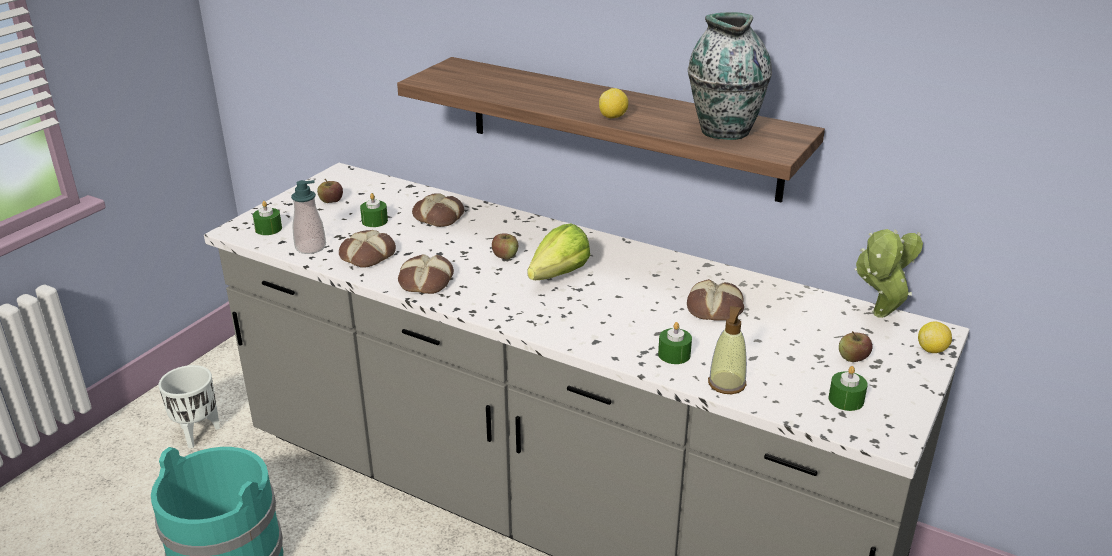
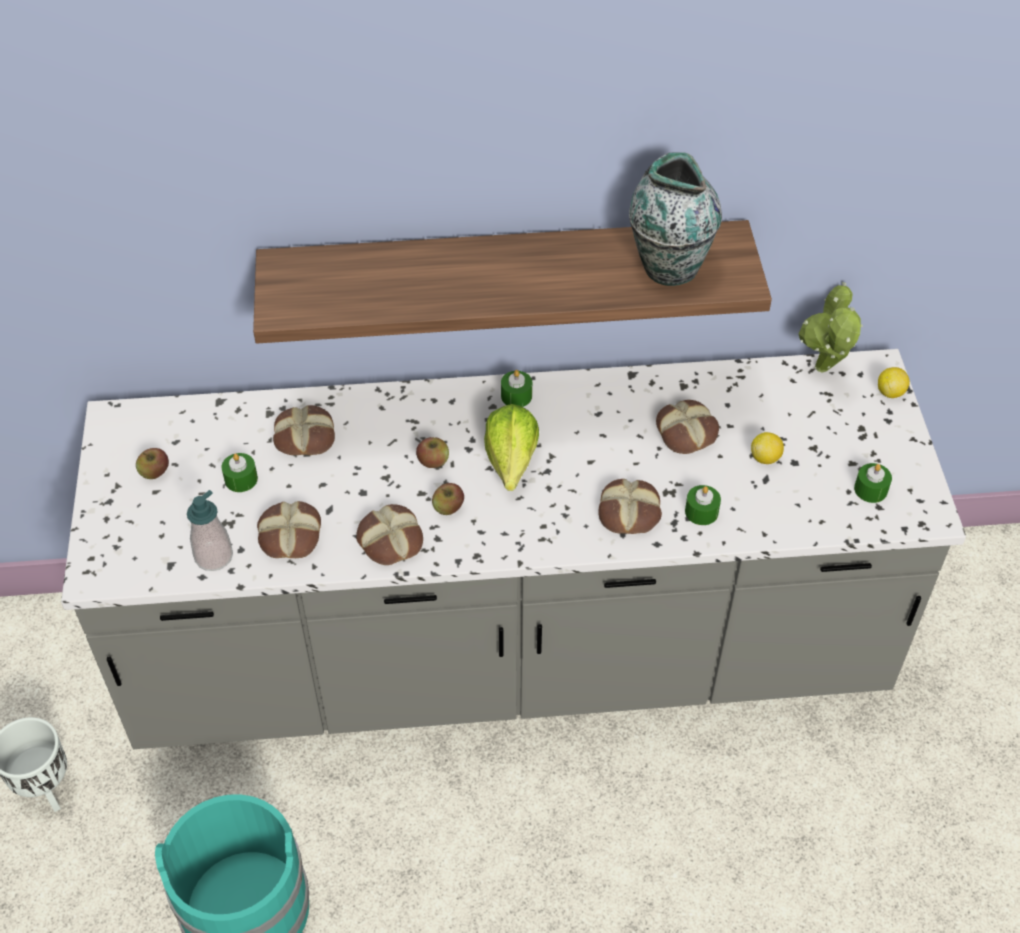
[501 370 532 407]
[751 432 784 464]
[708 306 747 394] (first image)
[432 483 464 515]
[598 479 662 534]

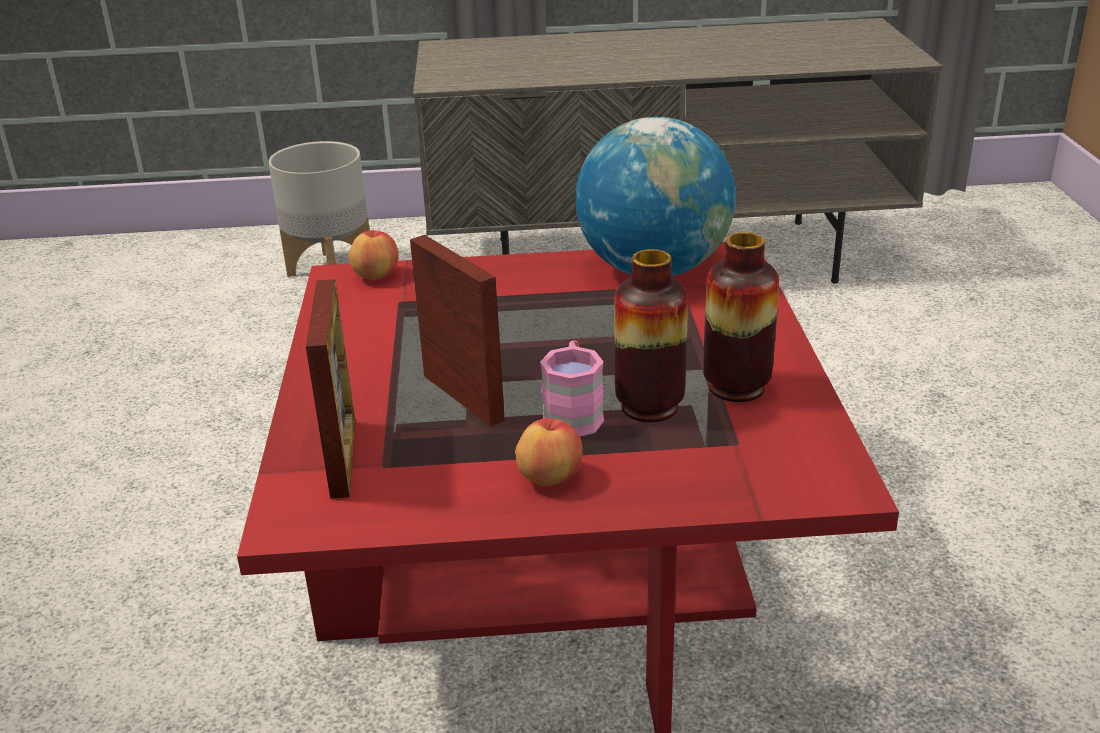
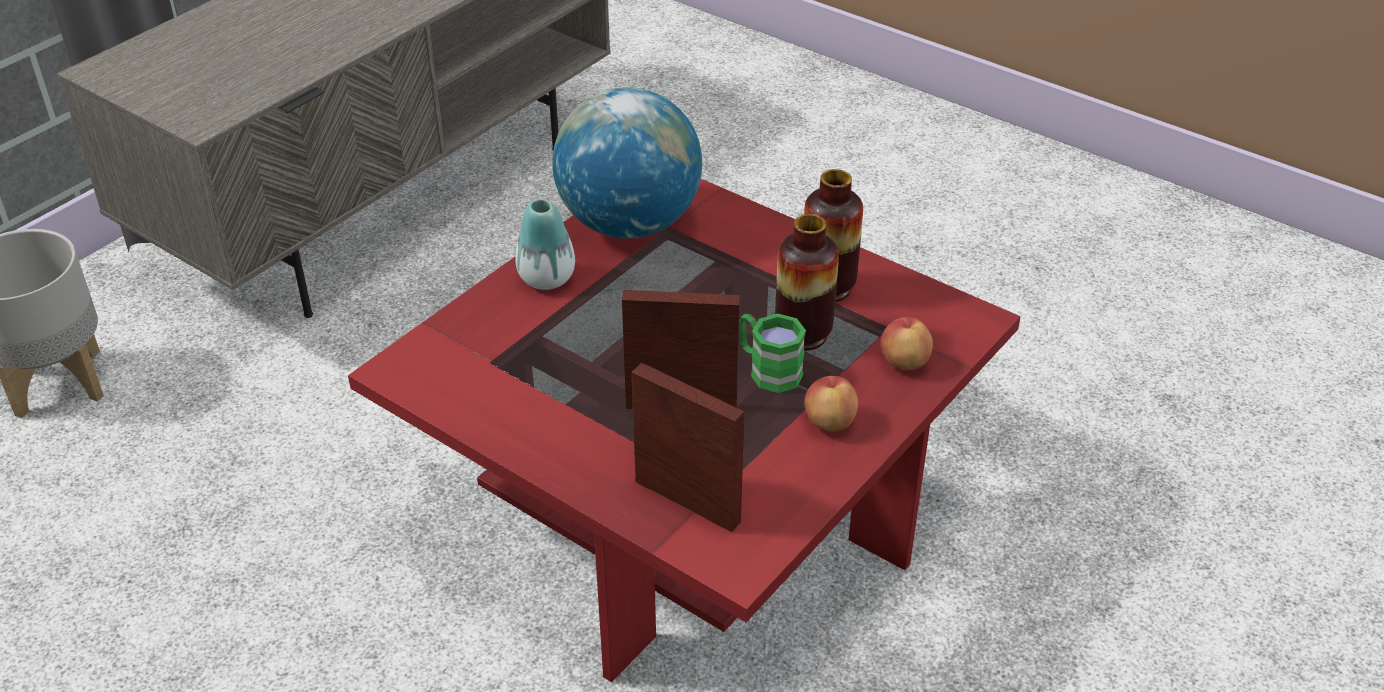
[881 317 933 370]
[740 314 806 393]
[515 199 575 290]

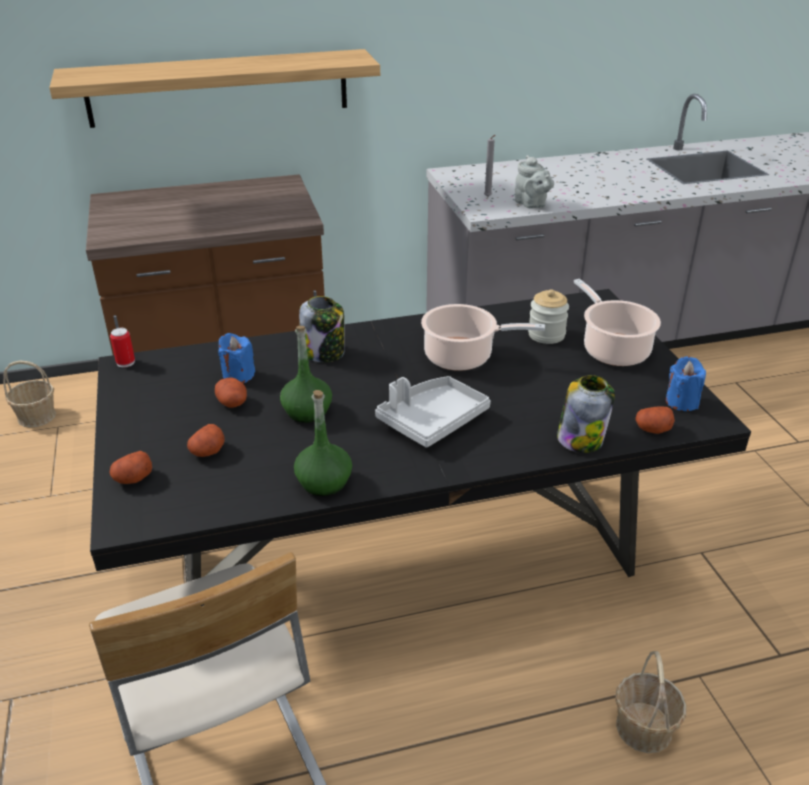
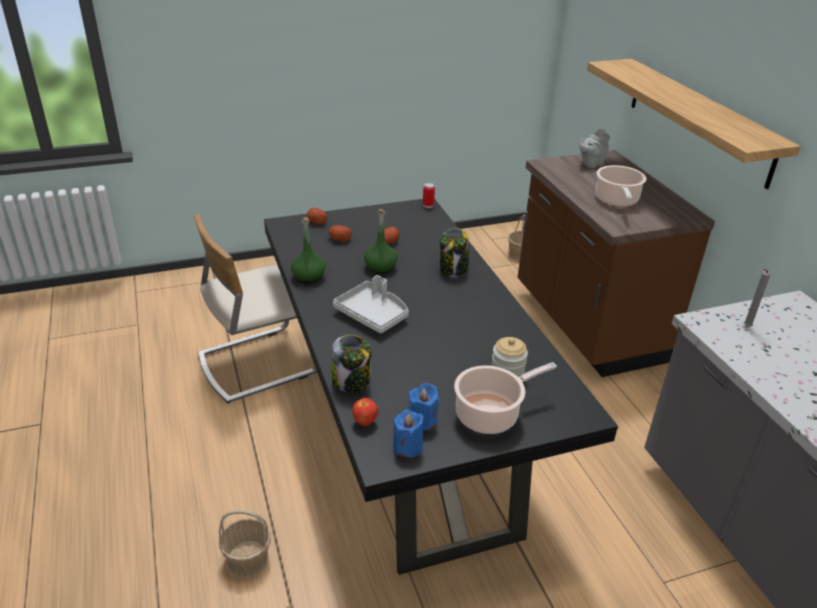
[409 383 439 431]
[595 165 647 207]
[579 129 610 168]
[353 398 378 426]

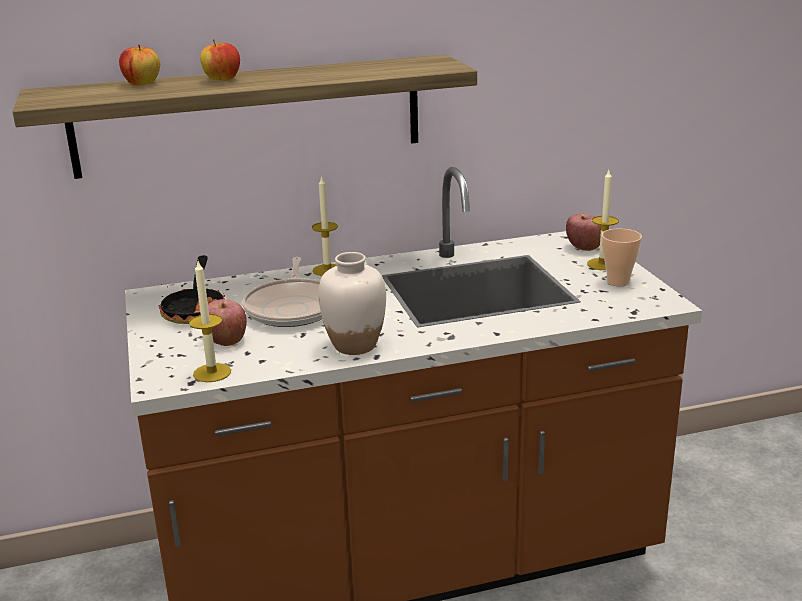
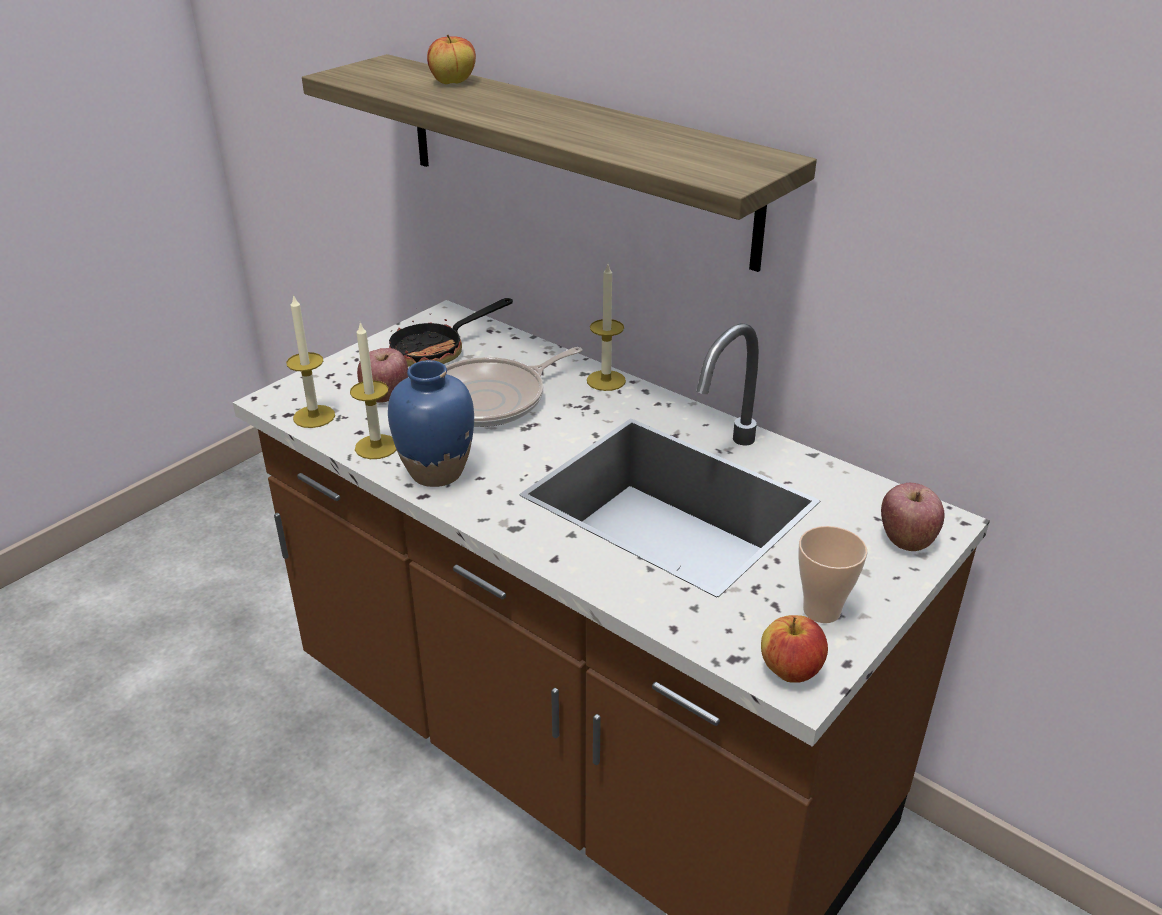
[761 615 828 683]
[388 360 474 487]
[350 322 396 459]

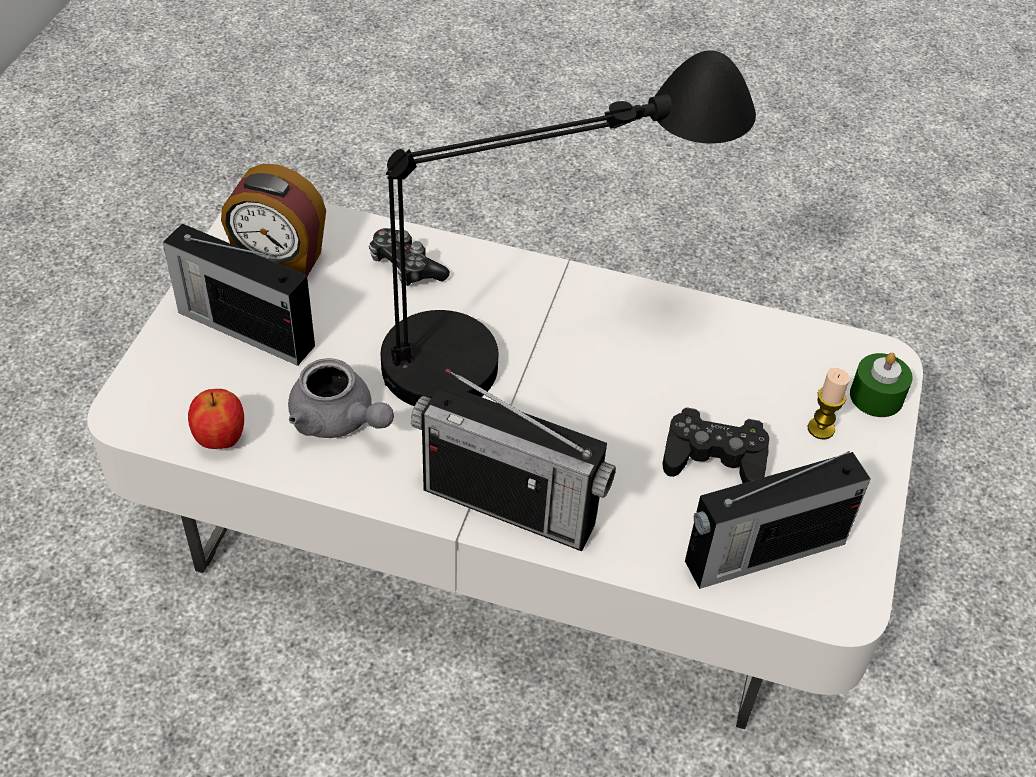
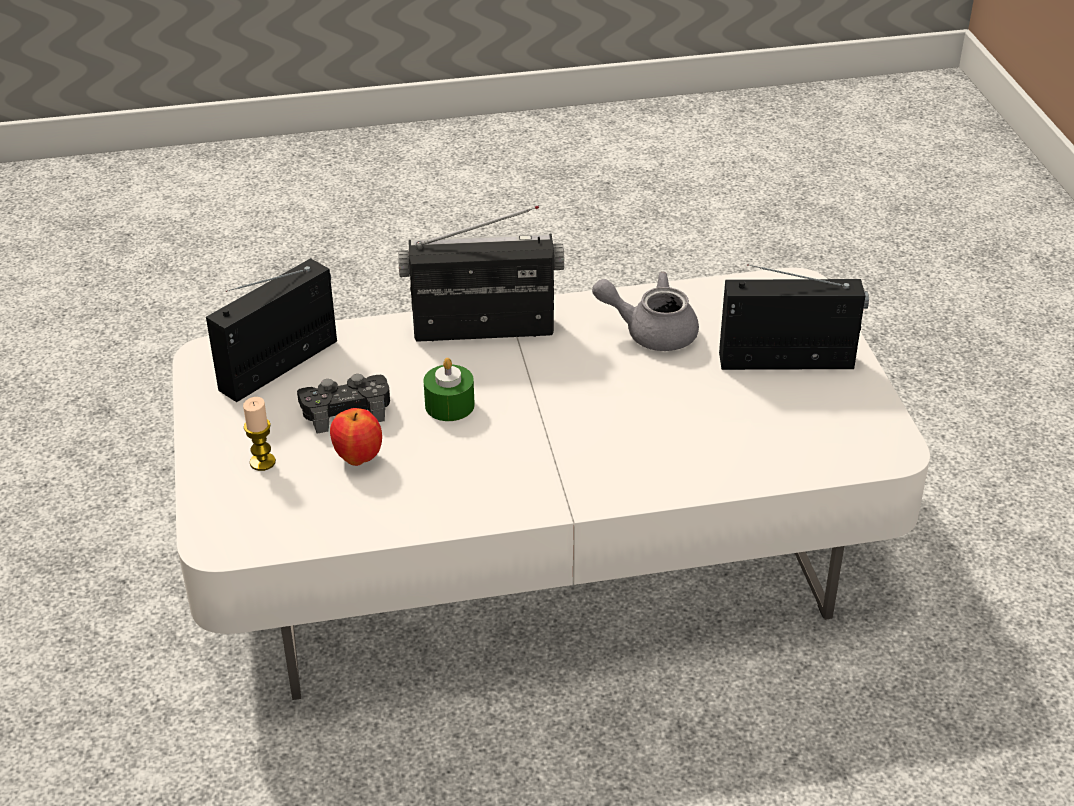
[330 408 382 466]
[221 164 326 276] (first image)
[369 228 450 286] (first image)
[381 50 756 406] (first image)
[423 358 475 421]

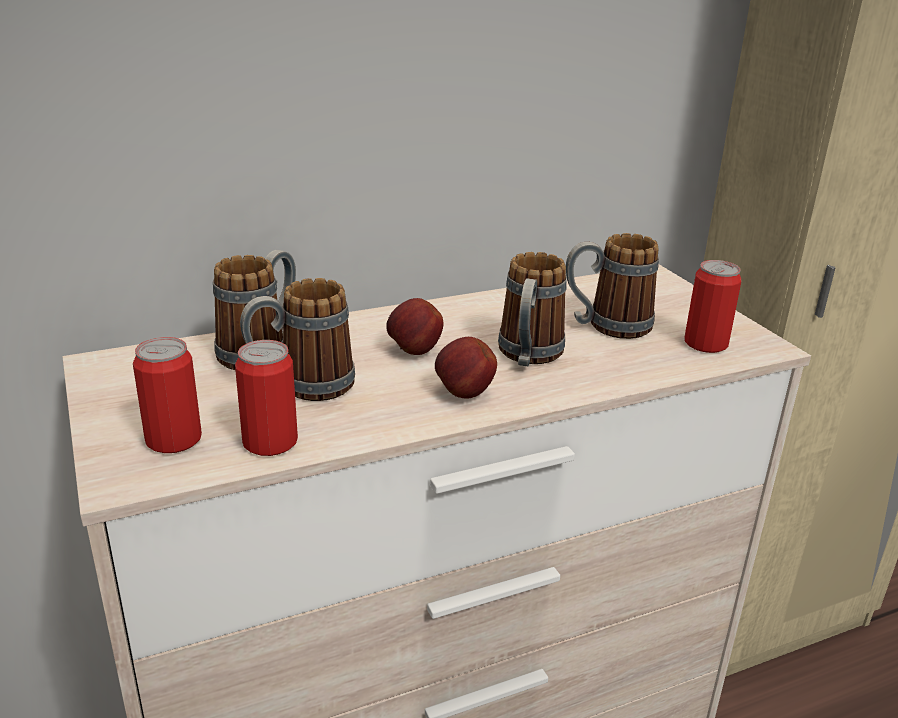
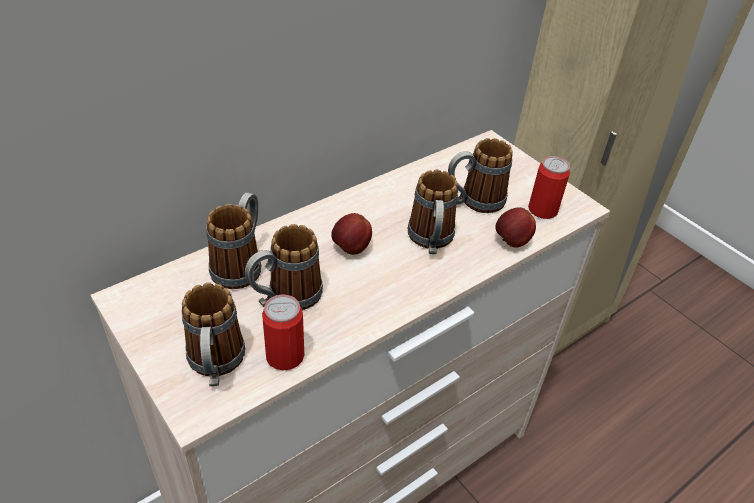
[181 283 245 386]
[495 207 536 247]

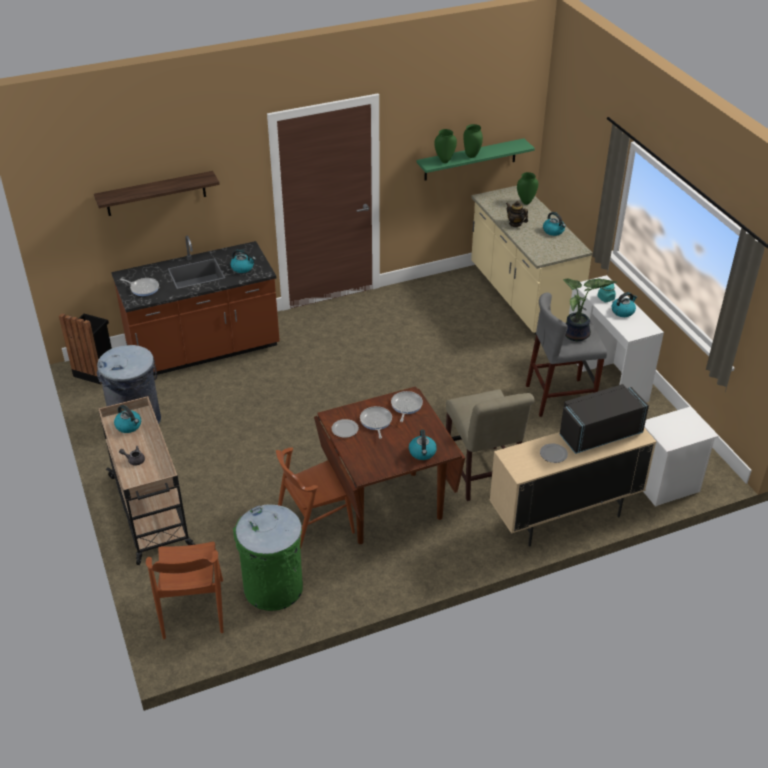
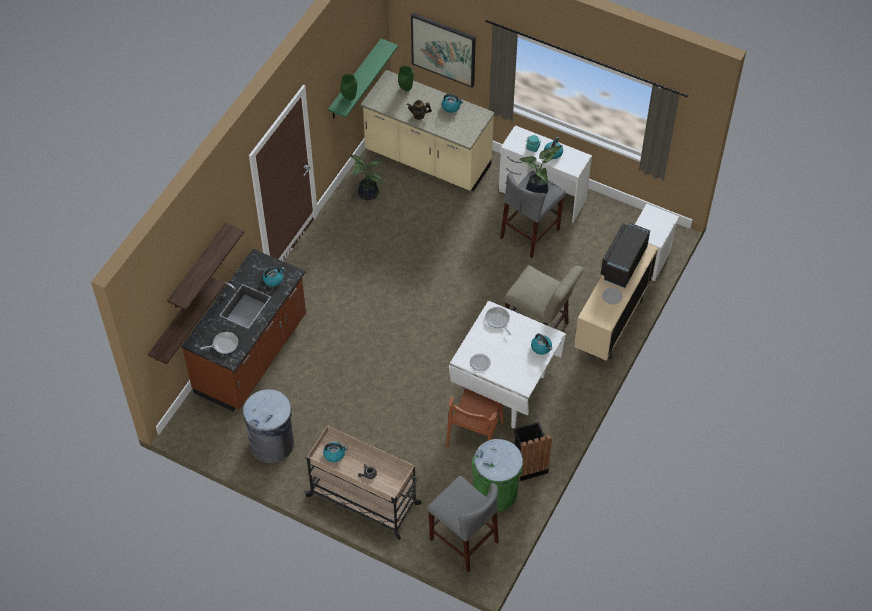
[514 422 552 481]
[427 476 499 572]
[449 301 566 428]
[360 406 392 439] (first image)
[463 124 483 158] (first image)
[148 277 225 364]
[350 155 385 200]
[411 13 476 88]

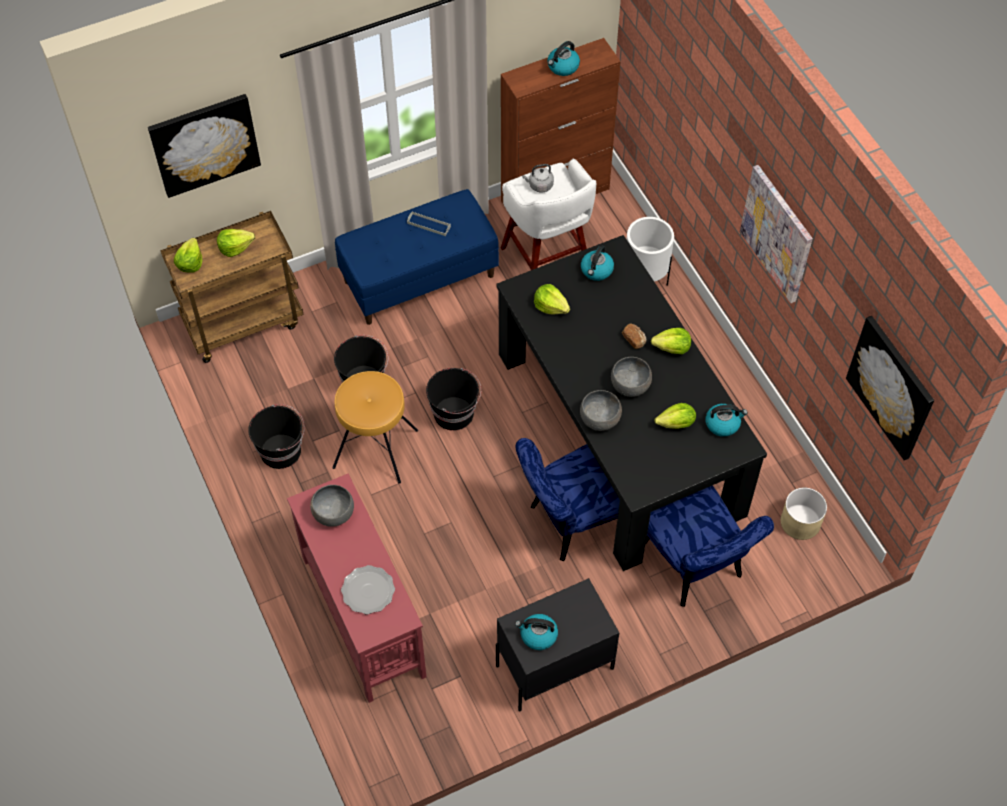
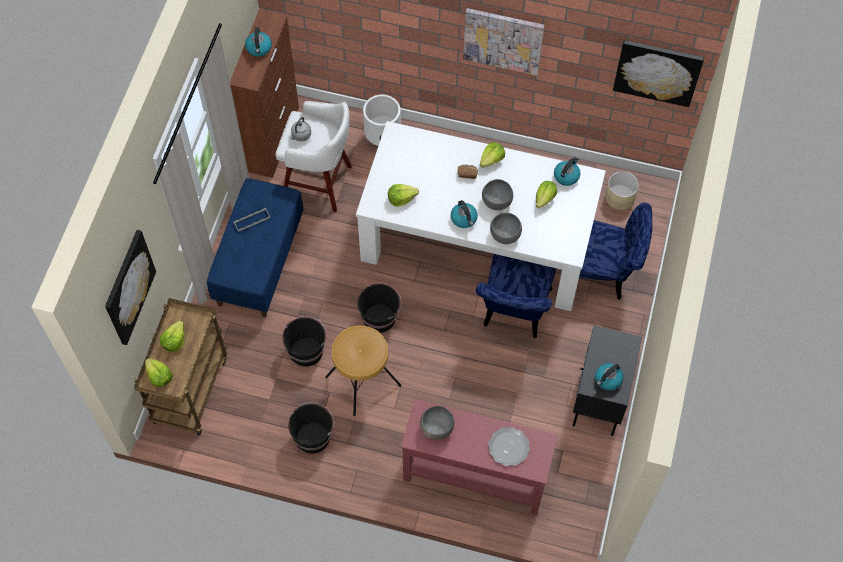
[356 121 606 311]
[451 200 478 228]

